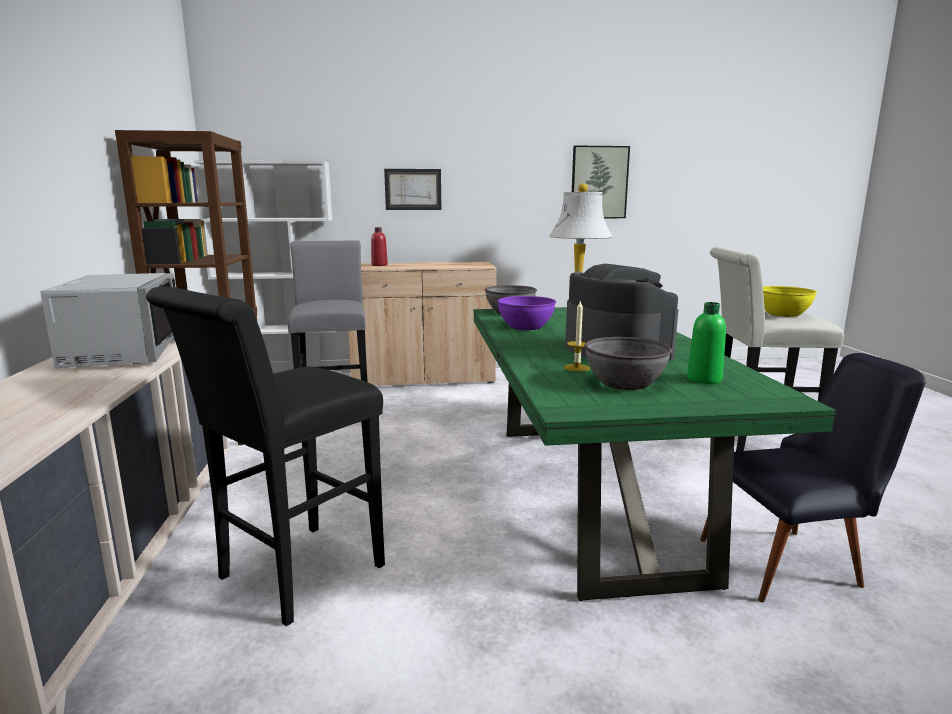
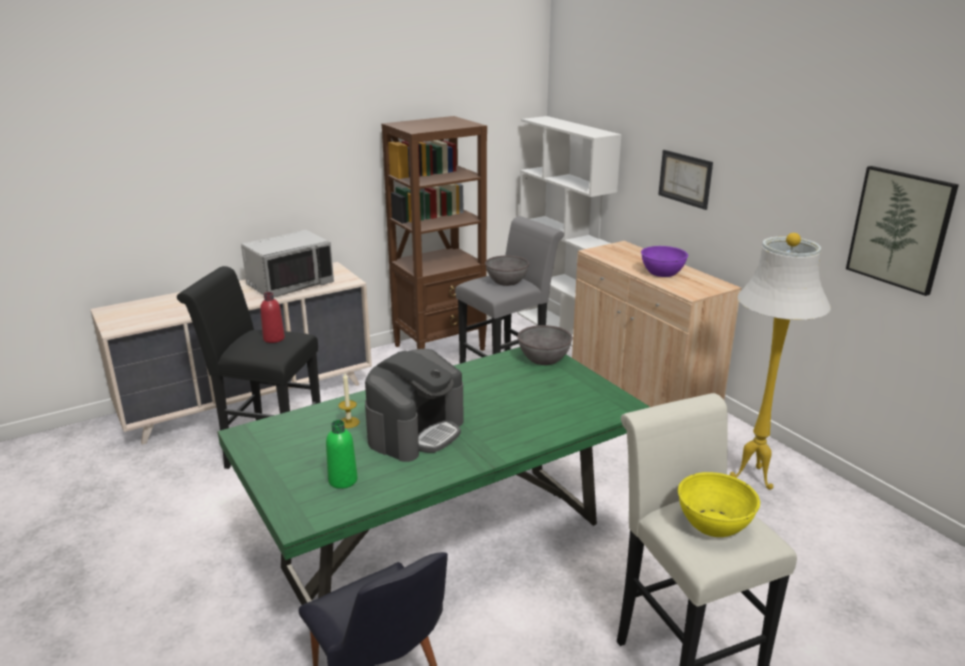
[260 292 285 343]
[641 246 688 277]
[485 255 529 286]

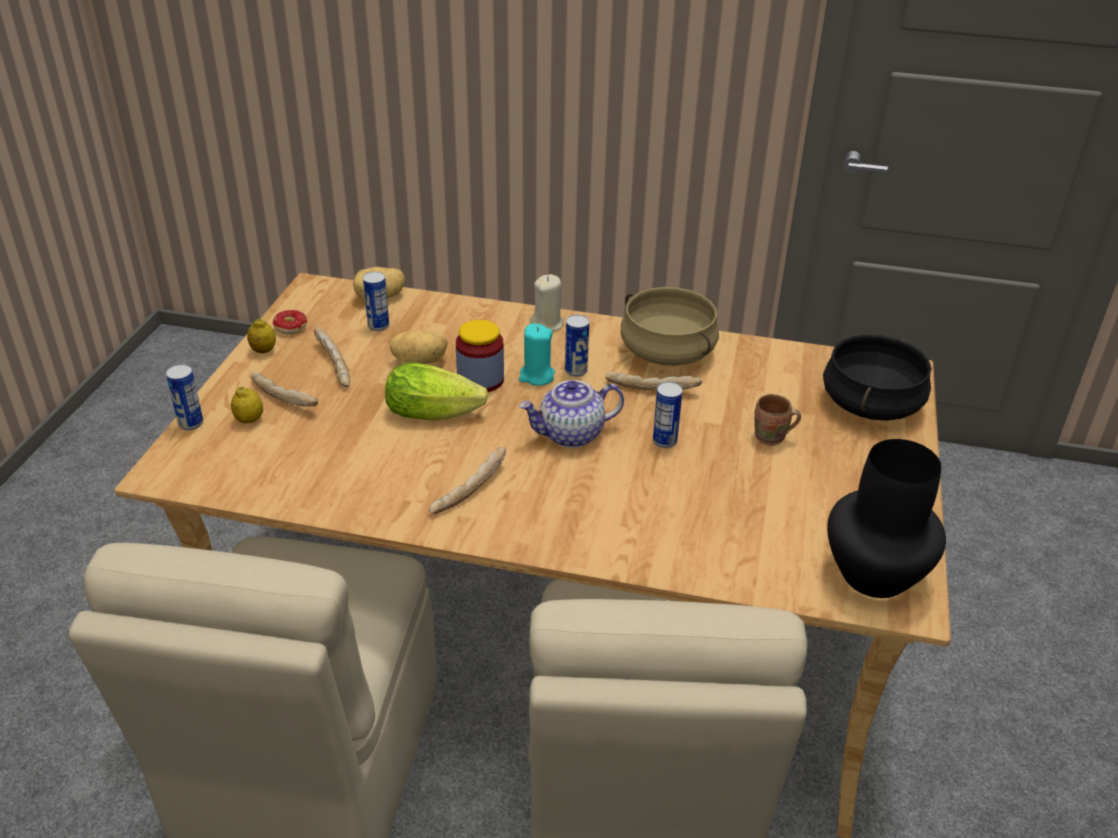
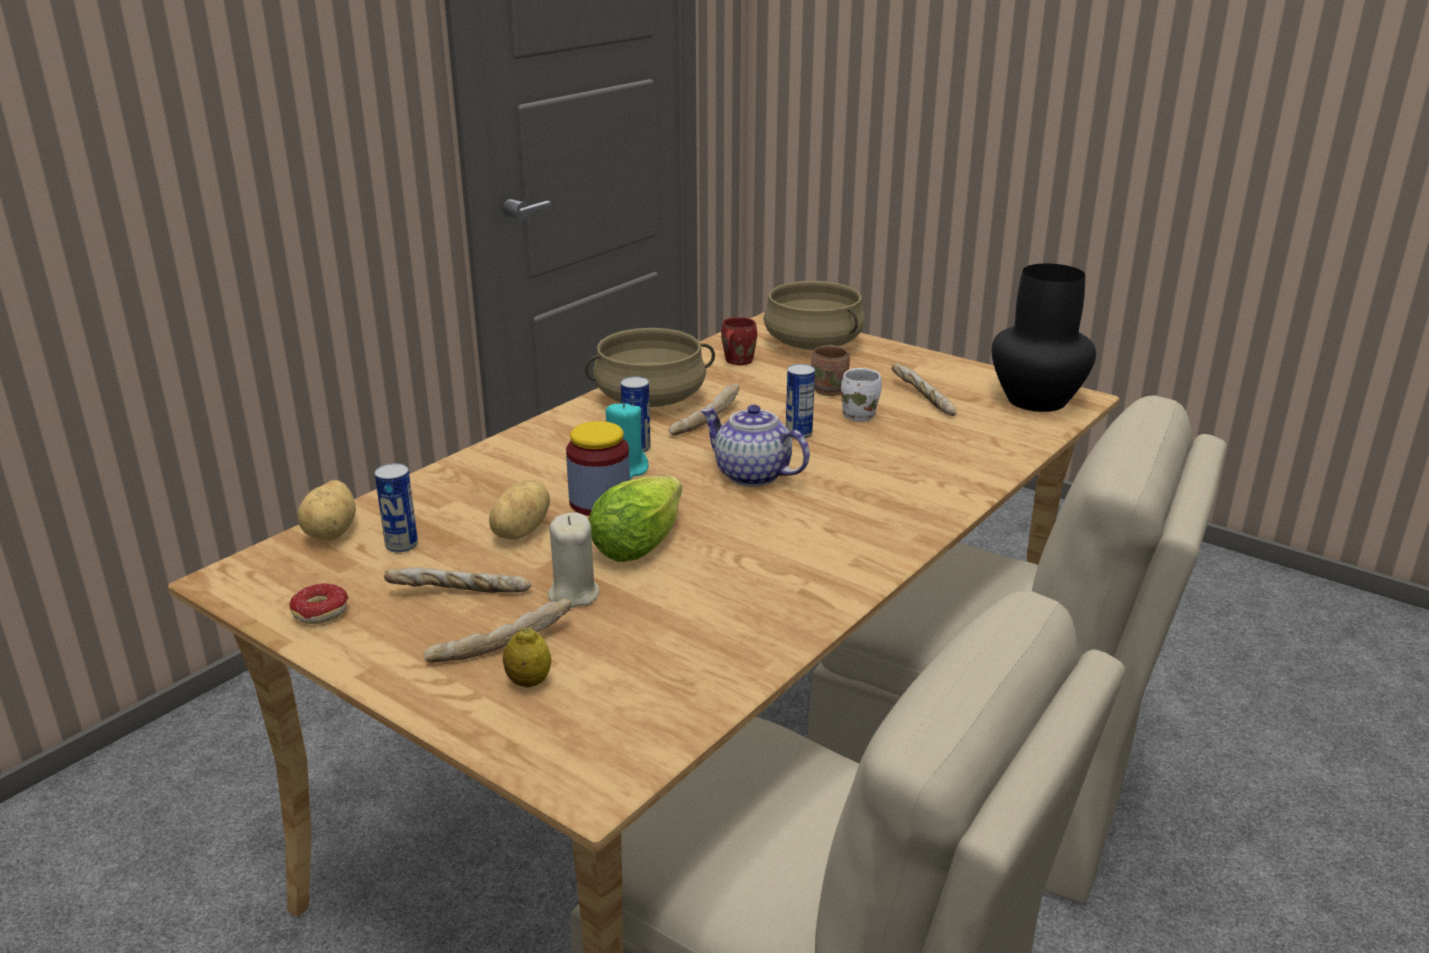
[166 364 203 430] (first image)
[247 319 276 353] (first image)
[892 363 957 416]
[701 404 810 487]
[548 513 599 608]
[763 281 865 350]
[721 317 757 365]
[841 368 882 421]

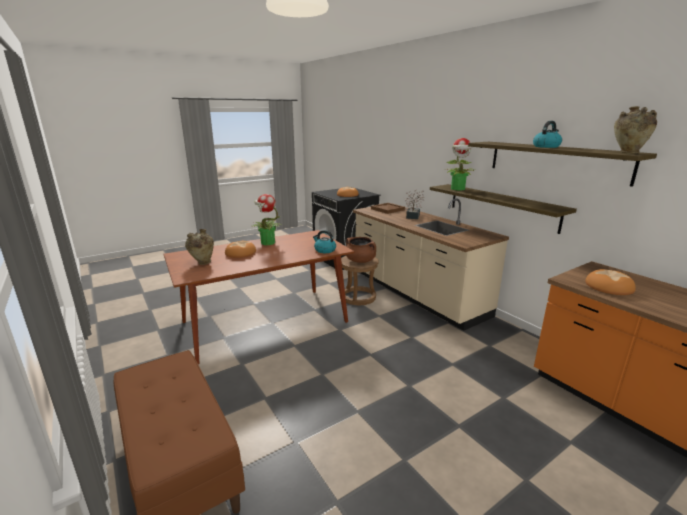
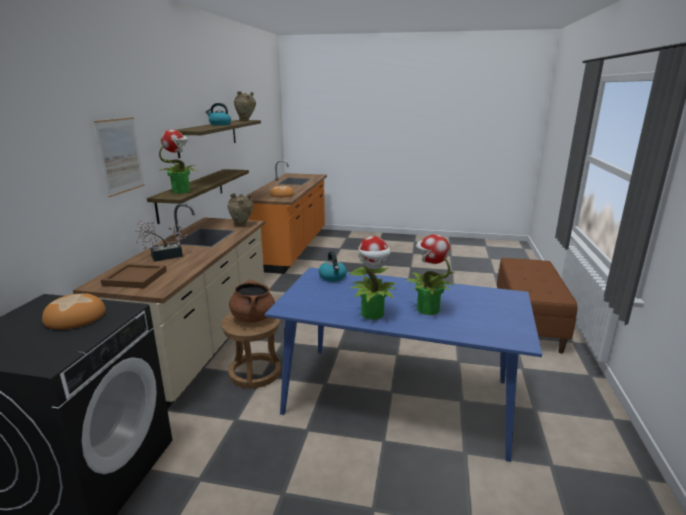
[265 267 542 462]
[227 193 254 226]
[405 234 455 315]
[94 117 145 197]

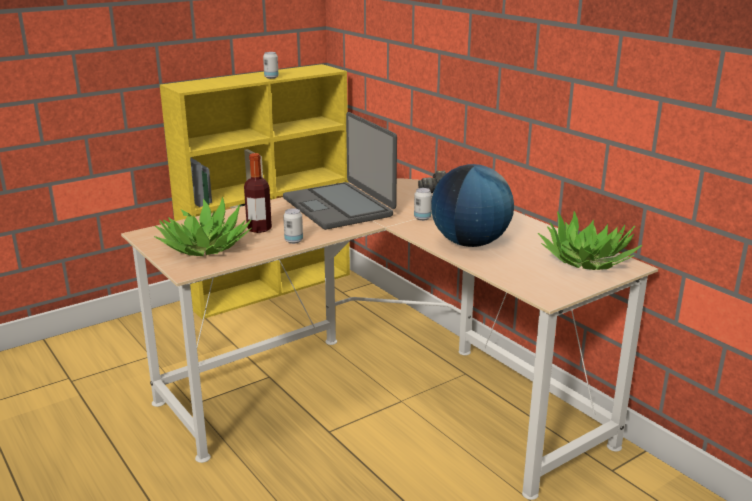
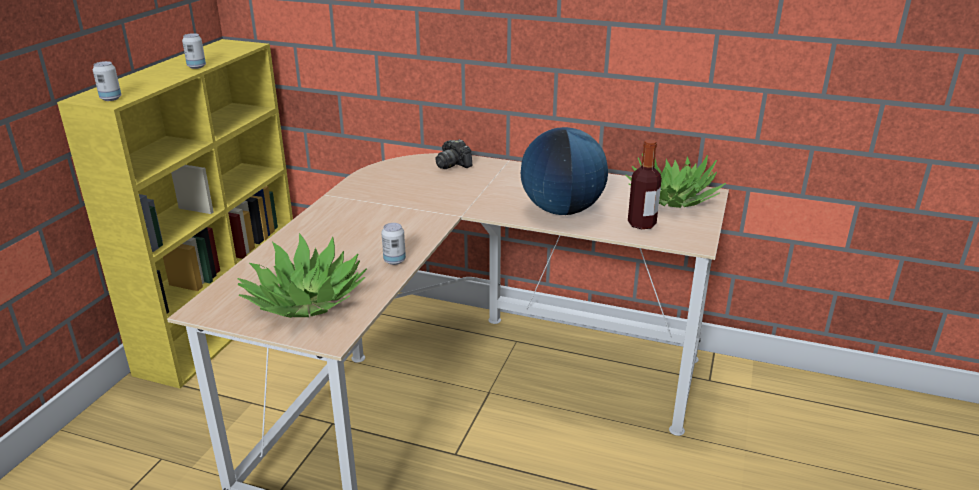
[628 139 662 229]
[283 112 397 230] (first image)
[93 61 121 101]

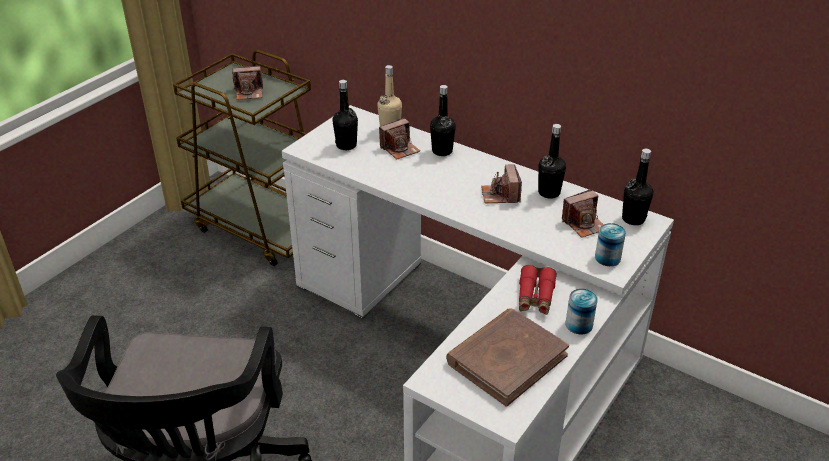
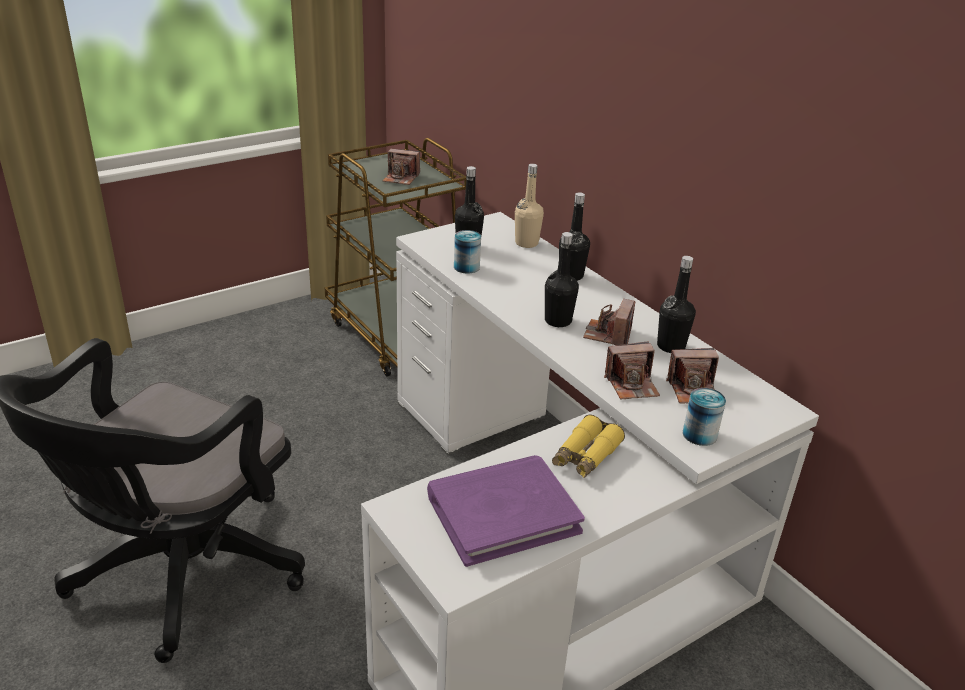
[604 342 660 399]
[427 455 585 567]
[552 415 625 478]
[454 230 481 273]
[545 232 579 327]

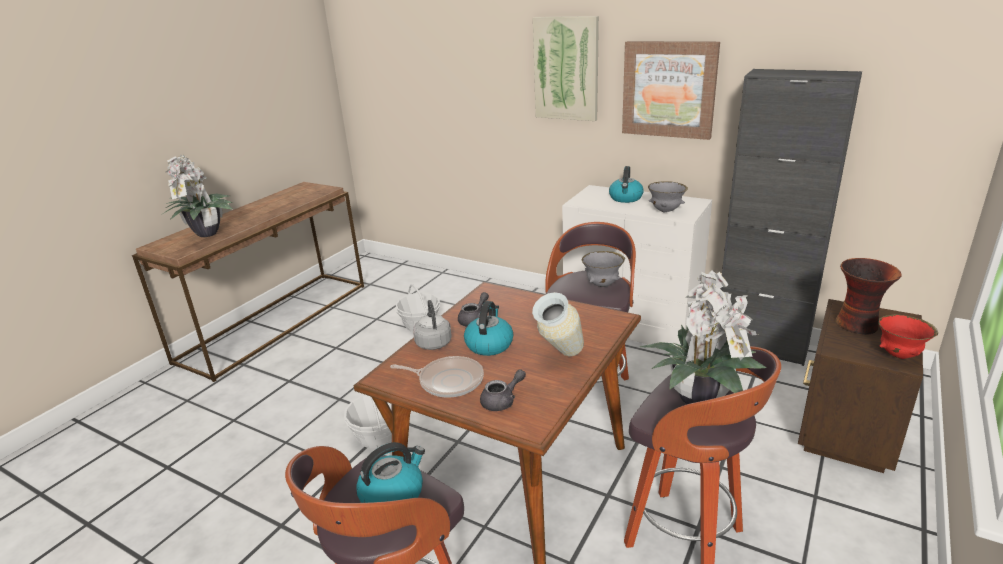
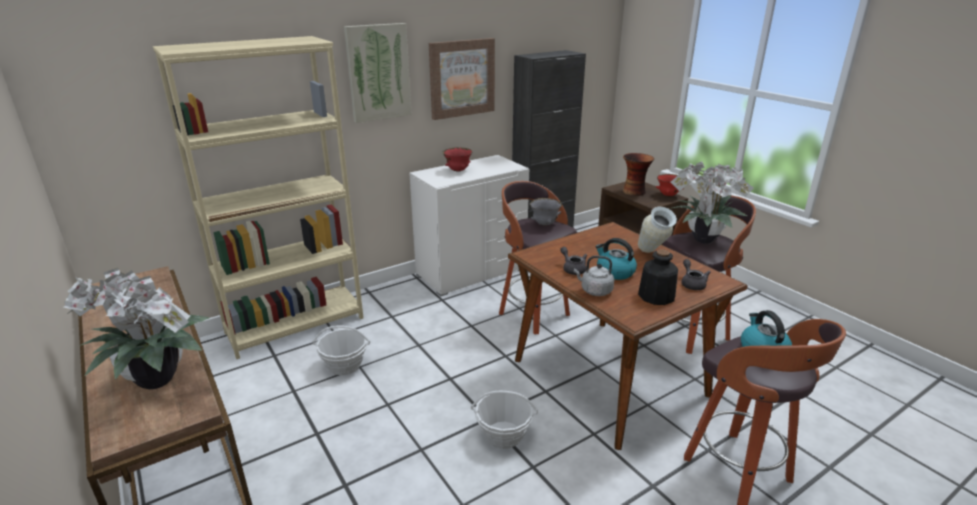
[638 249 678 305]
[442 147 472 172]
[648 181 688 212] (first image)
[153 36 364 359]

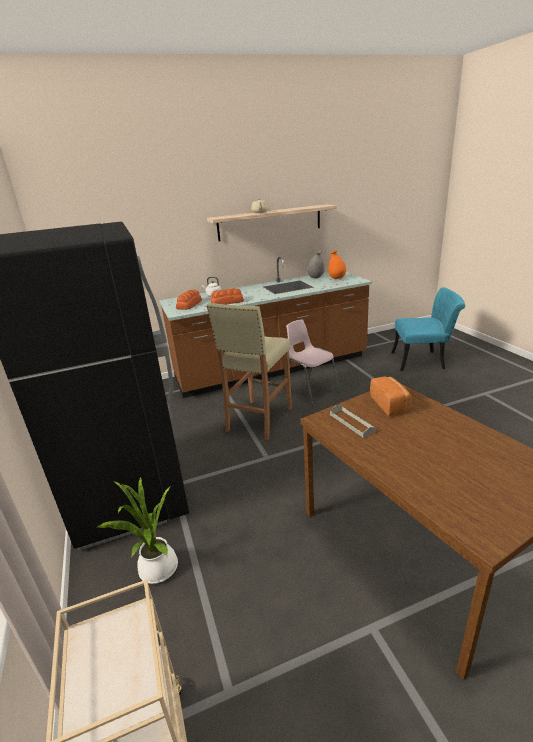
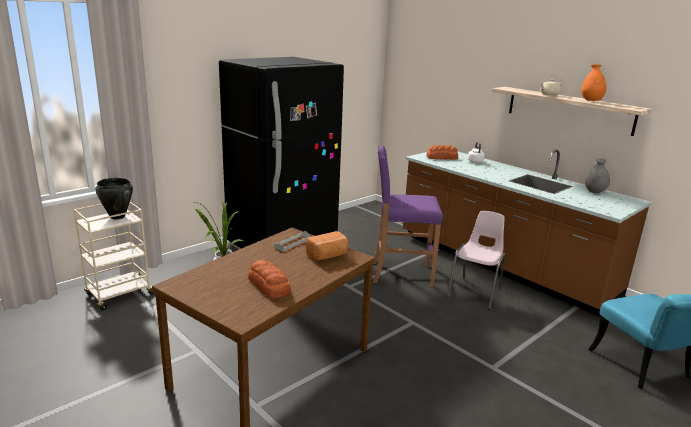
[373 145 443 287]
[248 259 291 299]
[581 64 606 101]
[96 178 133 219]

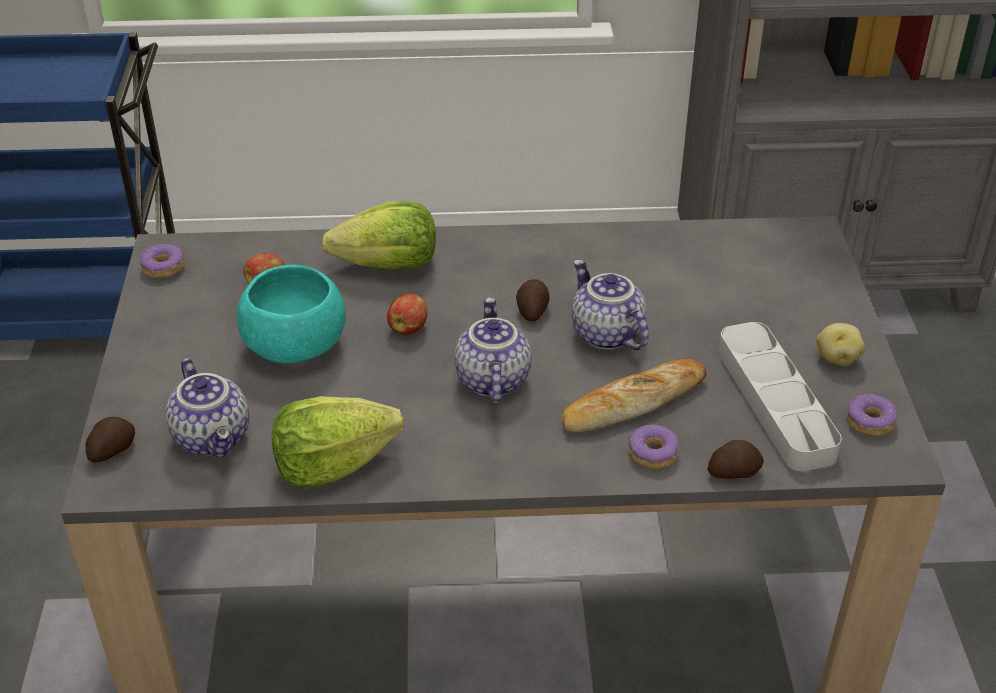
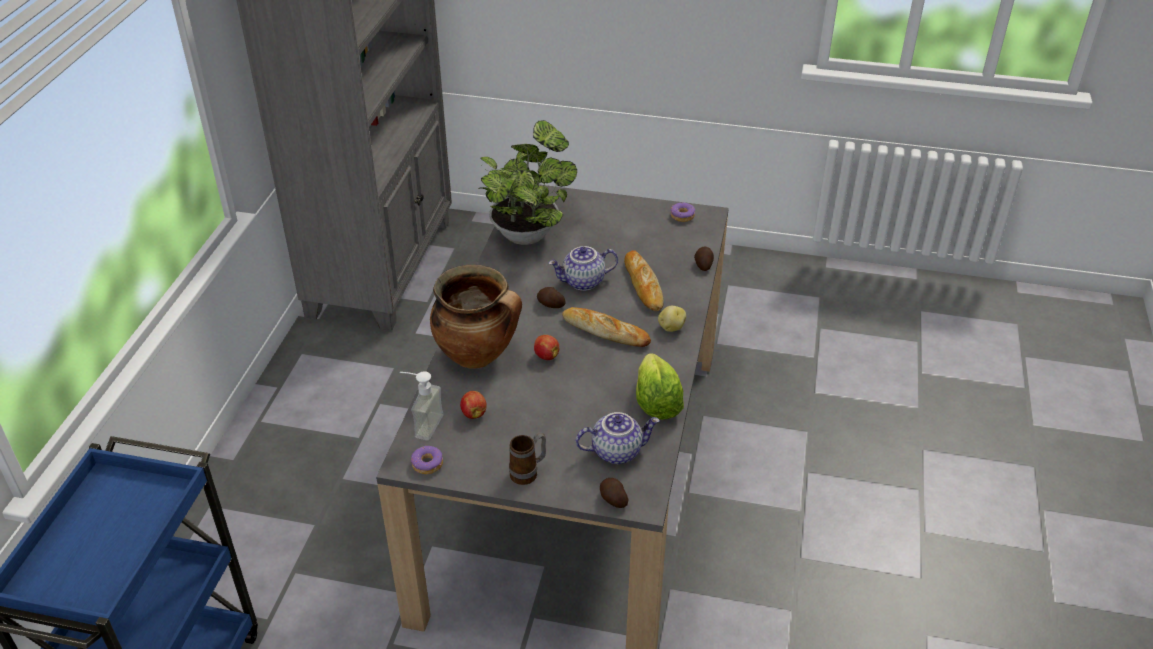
[237 265 346 363] (first image)
[430 265 522 369]
[562 307 651 347]
[629 424 679 469] (first image)
[718 322 842 471] (first image)
[658 306 686 332]
[400 371 444 441]
[478 120 577 245]
[509 432 546 485]

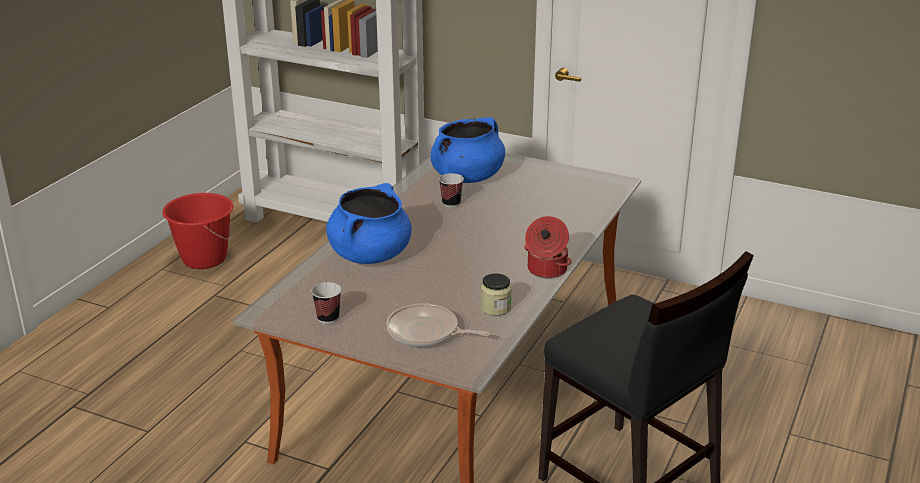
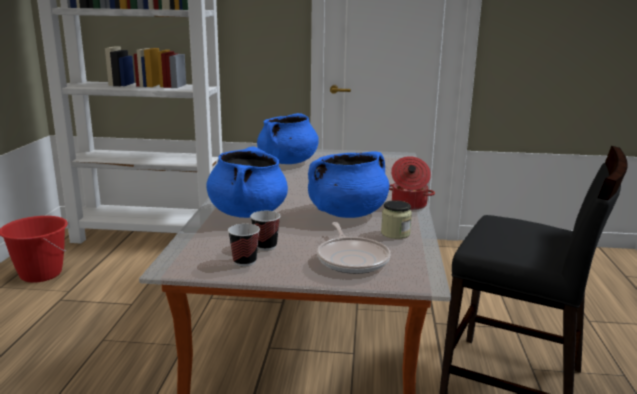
[317 222 390 274]
[250 211 280 251]
[308 152 390 218]

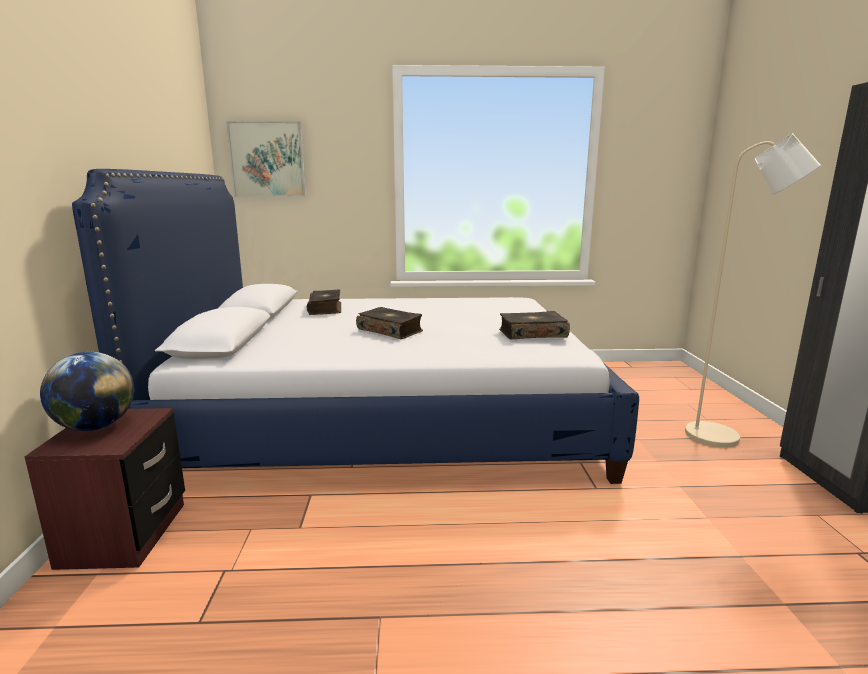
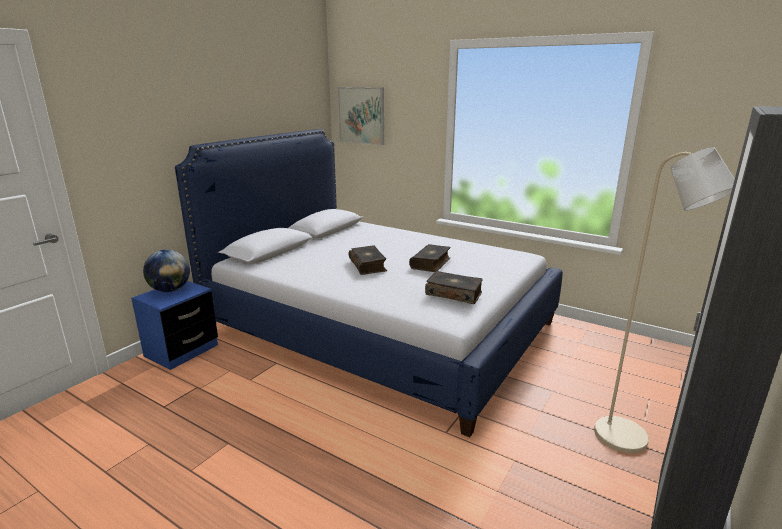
[131 281 218 370]
[409 244 451 272]

